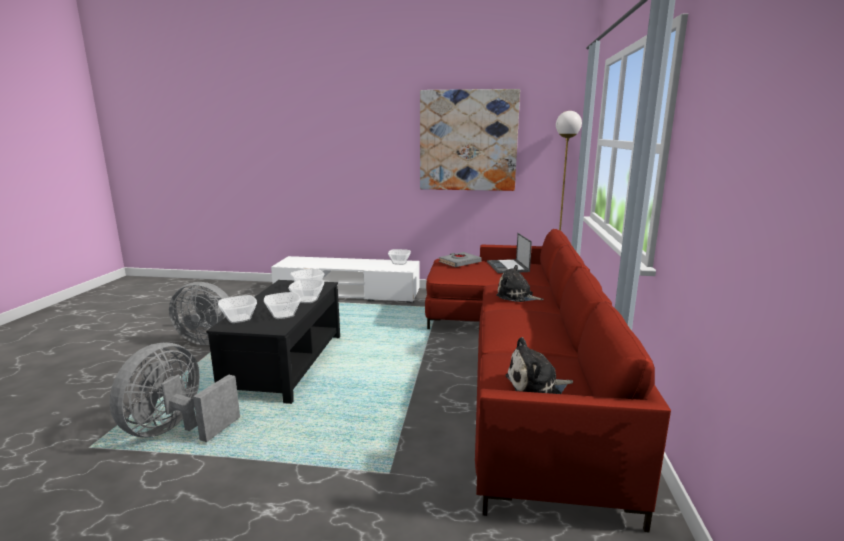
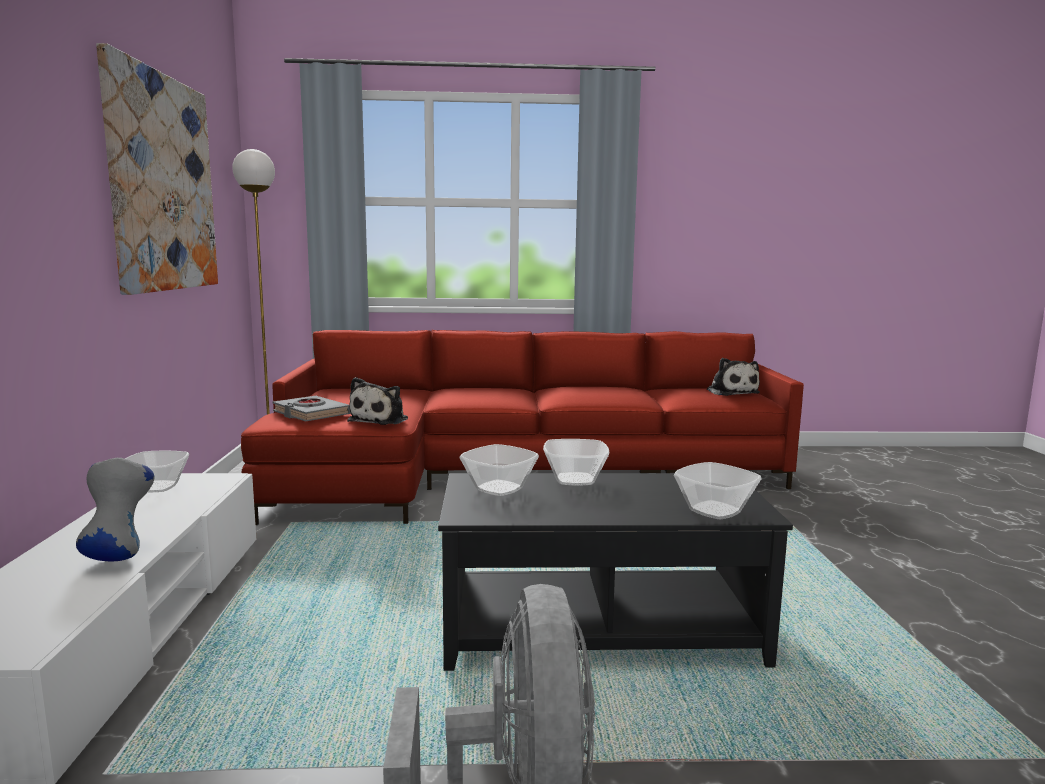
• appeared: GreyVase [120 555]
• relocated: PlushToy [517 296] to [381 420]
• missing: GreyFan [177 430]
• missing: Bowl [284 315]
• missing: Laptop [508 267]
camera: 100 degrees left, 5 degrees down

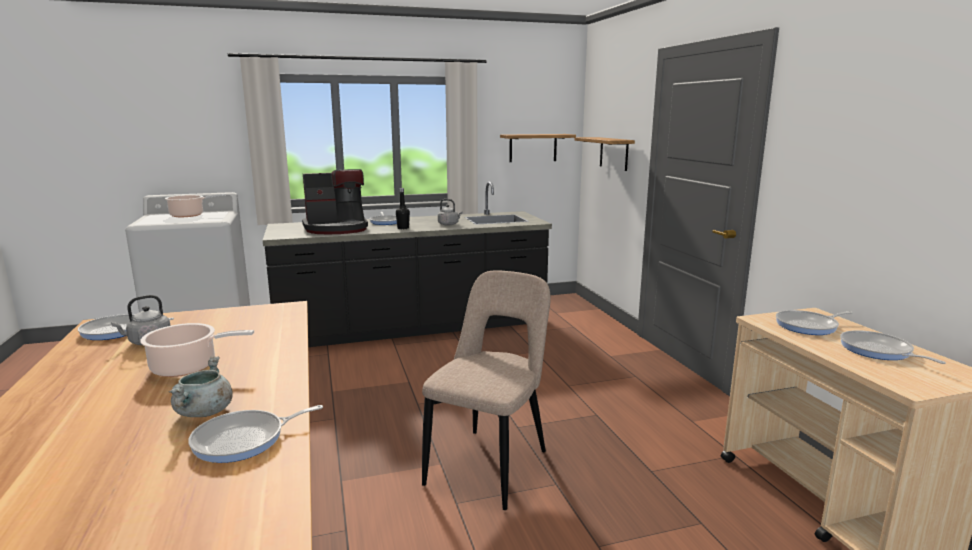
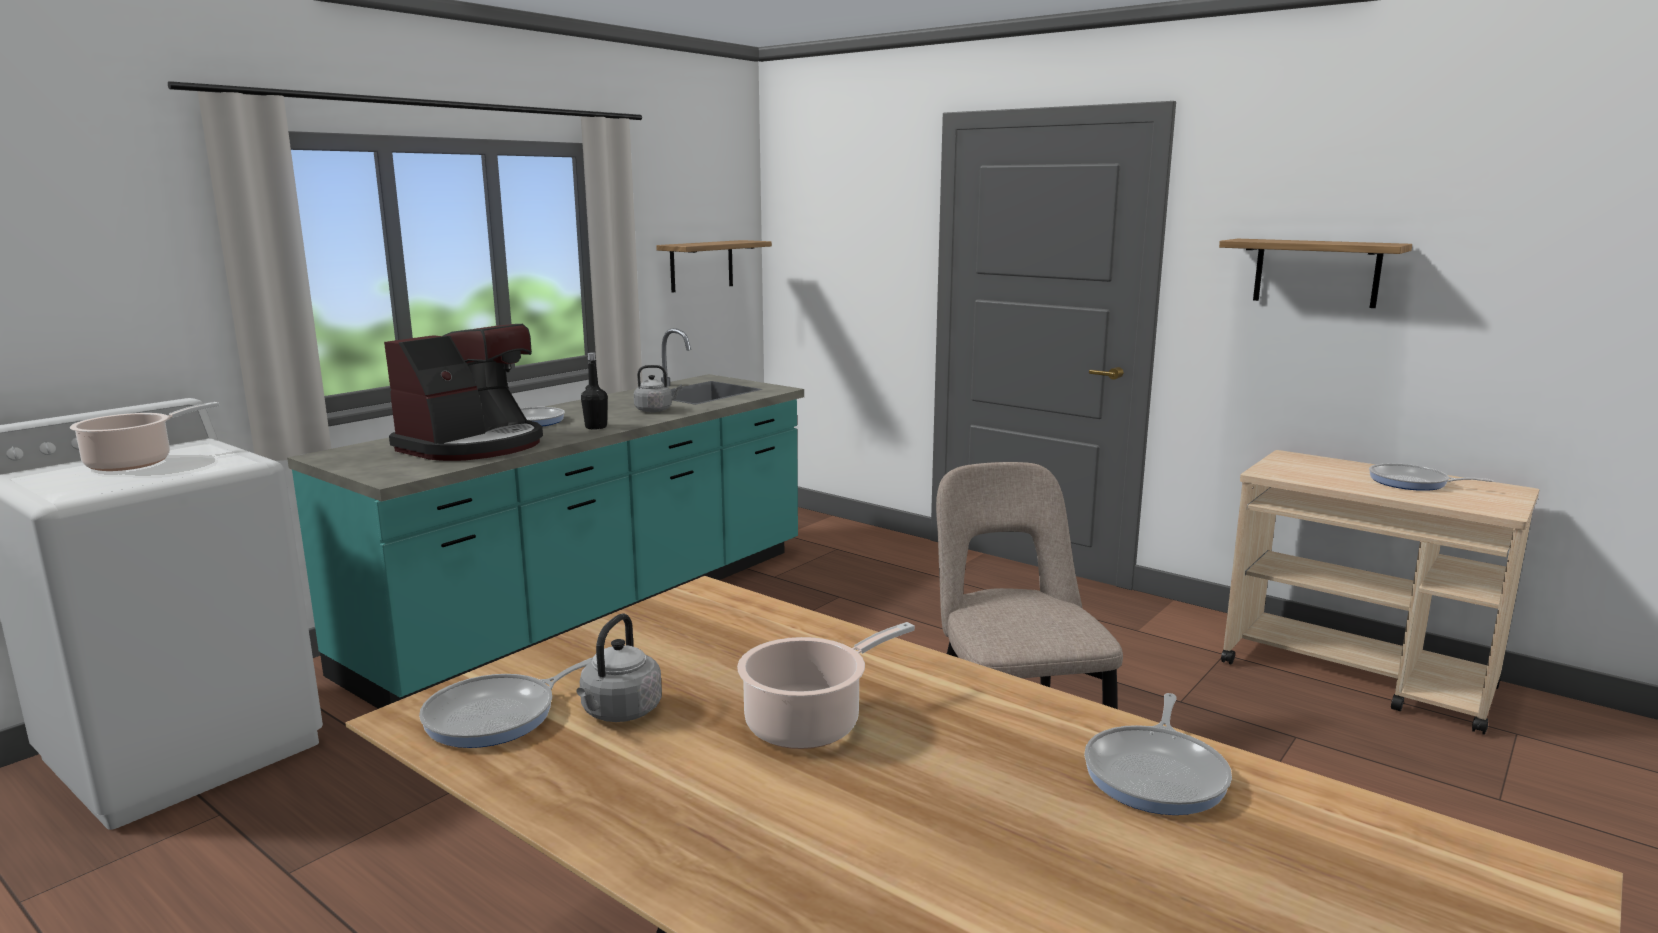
• colour: BlackCounter [413 327] to TurquoiseCounter [595 609]
• relocated: Shelf [614 153] to [1316 272]
• missing: GreyCookingPot [204 412]
• missing: FryingPan [809 326]
camera: 35 degrees left, 0 degrees up

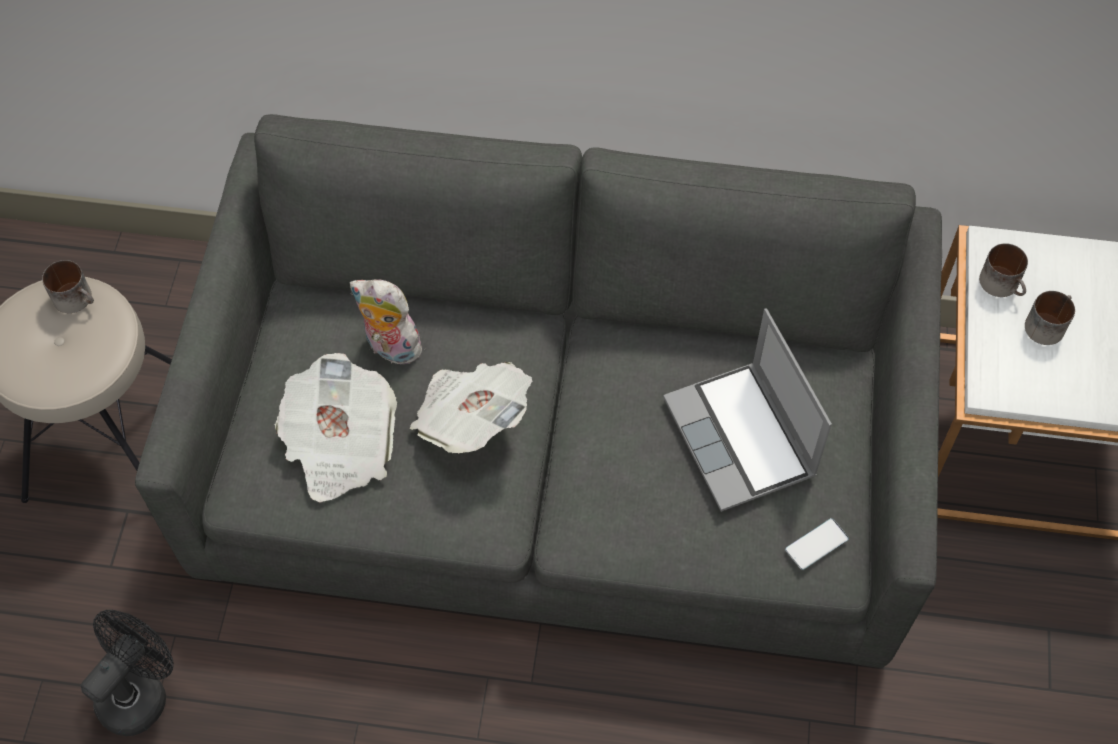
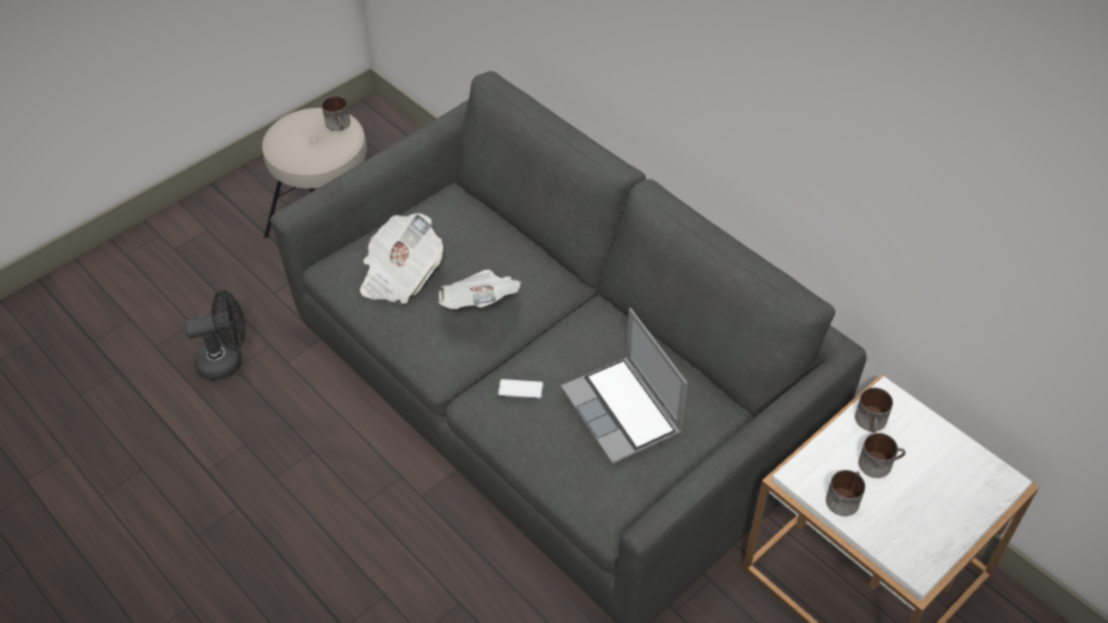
• relocated: Phone [816 544] to [521 389]
• spun: Laptop [742 439] = [623 412] 45 degrees counterclockwise
• appeared: Mug [843 497]
• missing: PlushToy [390 348]
camera: 40 degrees right, 10 degrees down

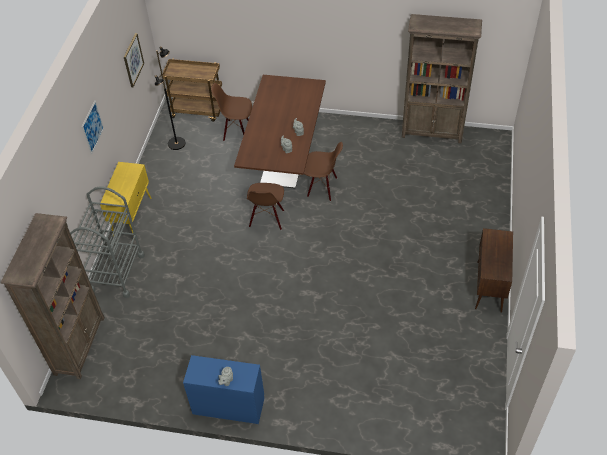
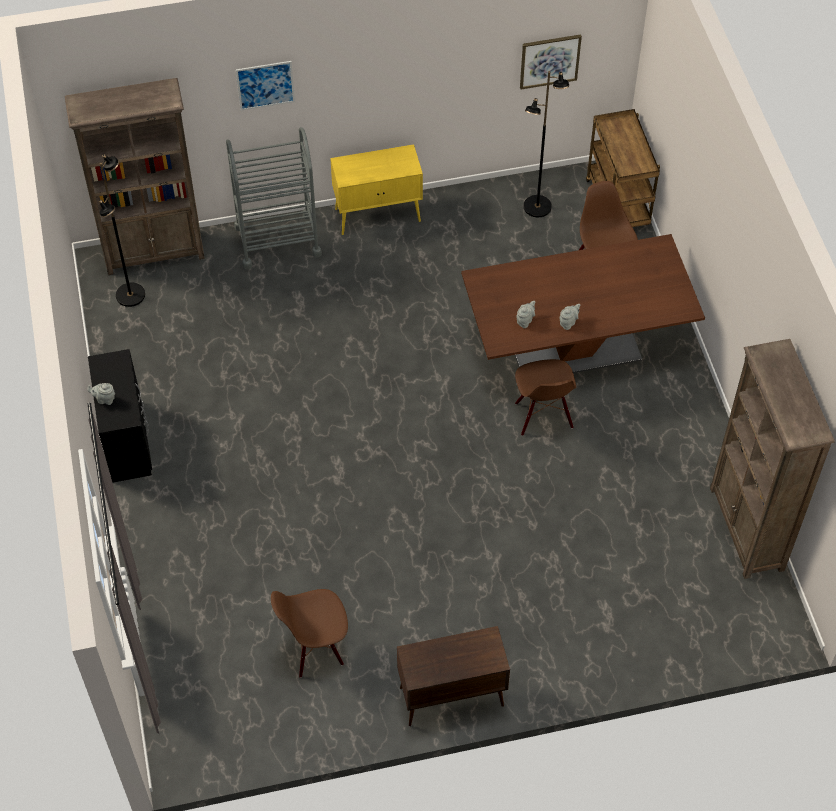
• colour: BlueDresser [228 405] to BlackDresser [128 440]
• appeared: BlackFloorLamp [131 295]
• relocated: Picture [92 127] to [265 85]
• relocated: BrownChair [267 219] to [315 647]
camera: 65 degrees right, 5 degrees up

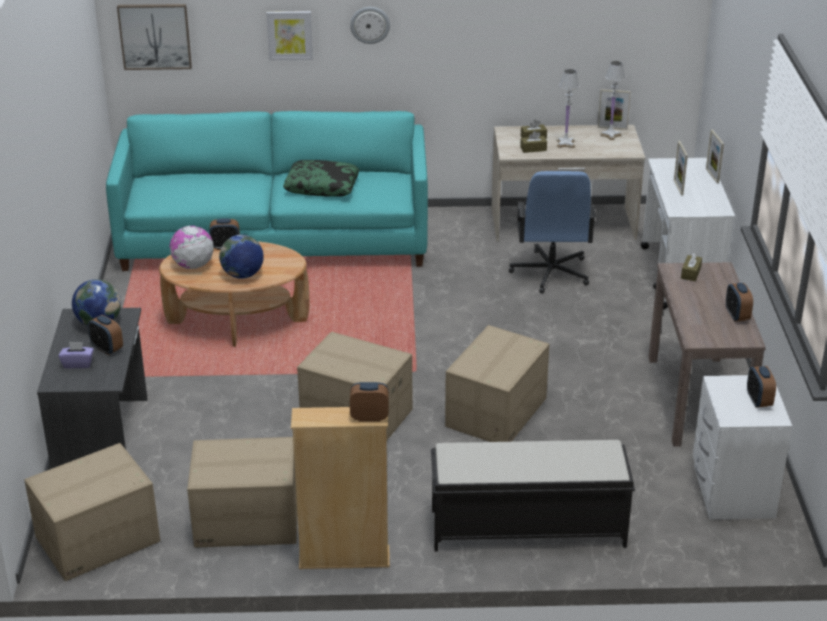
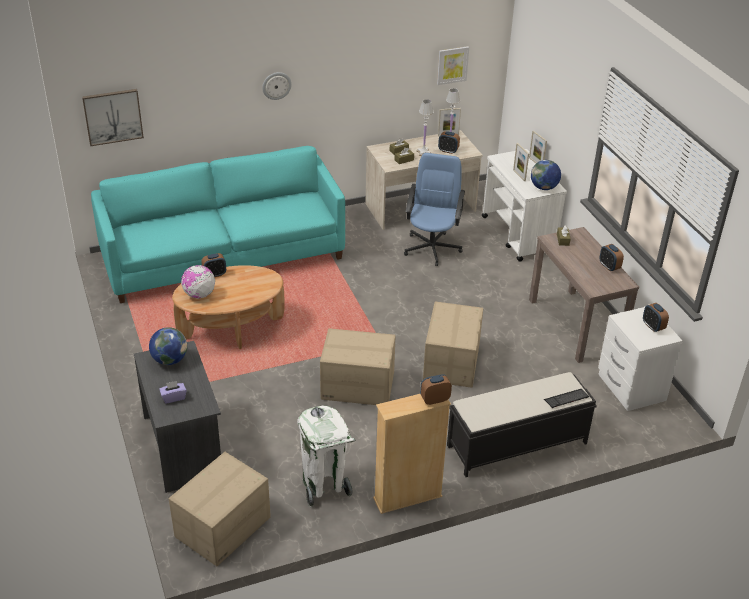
• exchanged: CardboardBox [246 521] to WhiteTrashCan [324 486]
• spun: BlueOfficeChair [550 273] = [432 247] 150 degrees counterclockwise
• relocated: Picture [290 35] to [452 65]
• relocated: AlarmClock [107 348] to [448 151]
• relocated: Globe [242 275] to [544 187]
• appeared: Keyboard [566 399]
• missing: Pillow [322 186]
camera: 20 degrees left, 5 degrees up

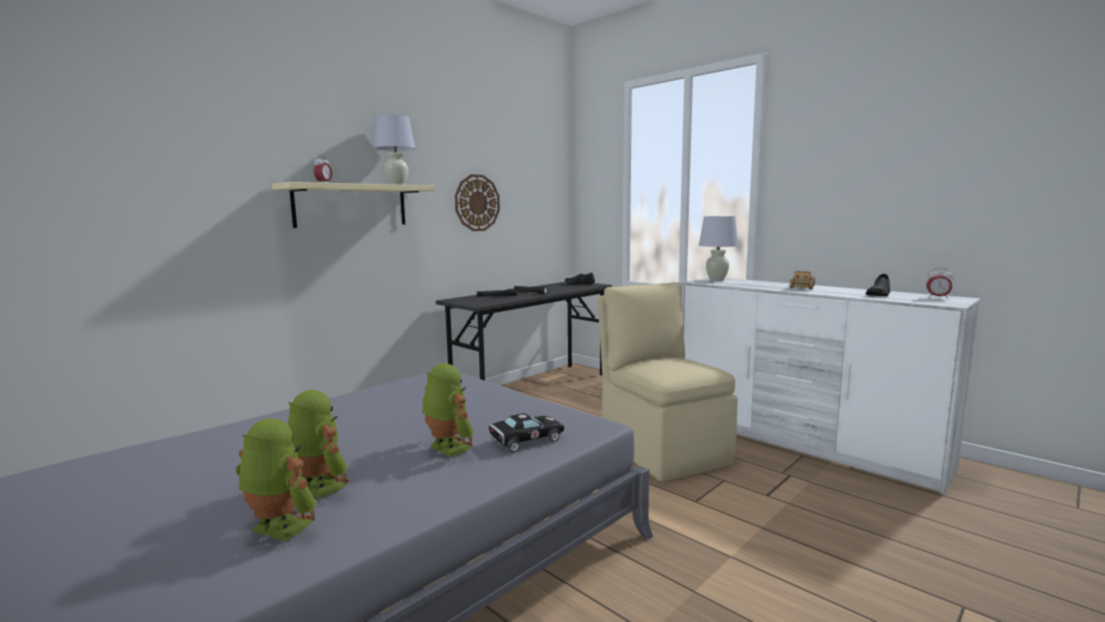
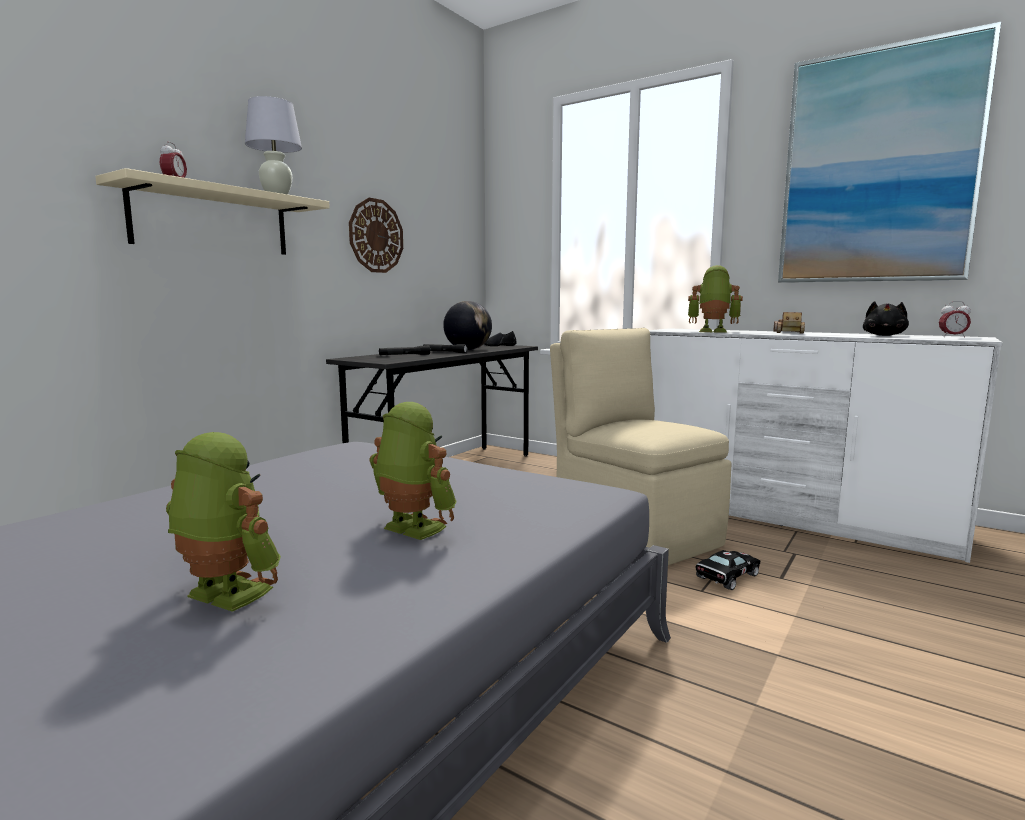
• appeared: Globe [468 349]
• relocated: ToyRobot [277 529] to [712 332]
• relocated: BlackToyCar [524 441] to [726 577]
• appeared: Picture [878 167]
• exchanged: BlackShoe [879 294] to BlackPlushToy [884 335]
• missing: WhiteTableLamp [716 280]
camera: 10 degrees left, 0 degrees up

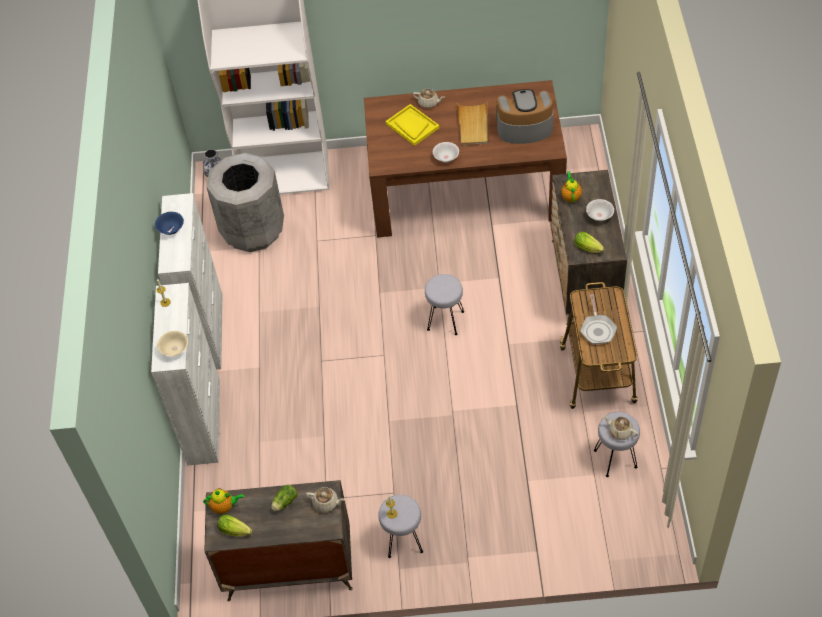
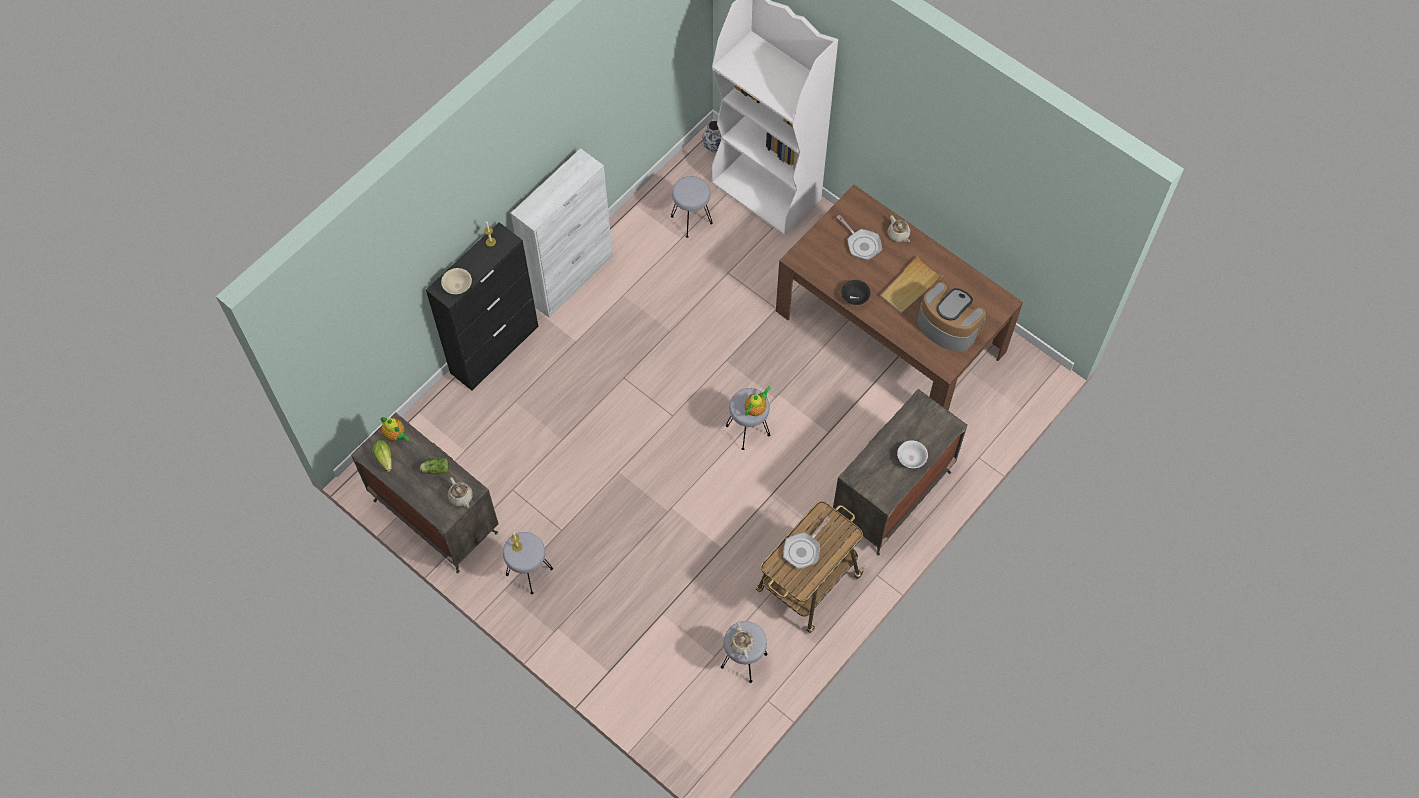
• colour: WhiteCabinet [204 421] to BlackCabinet [495 349]
• exchanged: GreyTrashCan [253 230] to GreyStool [691 220]
• relocated: Teapot [570 196] to [756 408]
• exchanged: YellowTray [412 126] to FryingPan [862 244]
• colour: WhiteBowl [446 158] to BlackBowl [855 297]
• missing: BlueBowl [171 229]
• missing: Lettuce [589 248]
camera: 40 degrees right, 10 degrees up

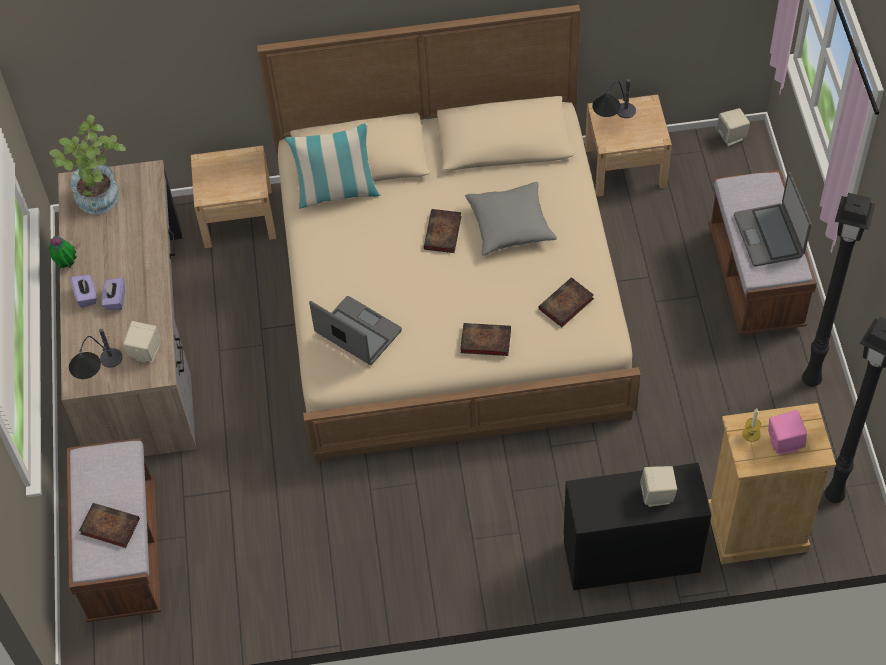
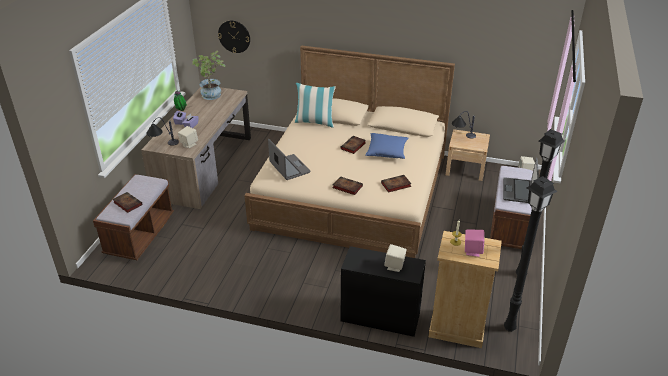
• appeared: WallClock [234 36]
• colour: GreyPillow [510 226] to BluePillow [386 152]
• missing: BeigeNightstand [238 217]
camera: 20 degrees right, 20 degrees down

